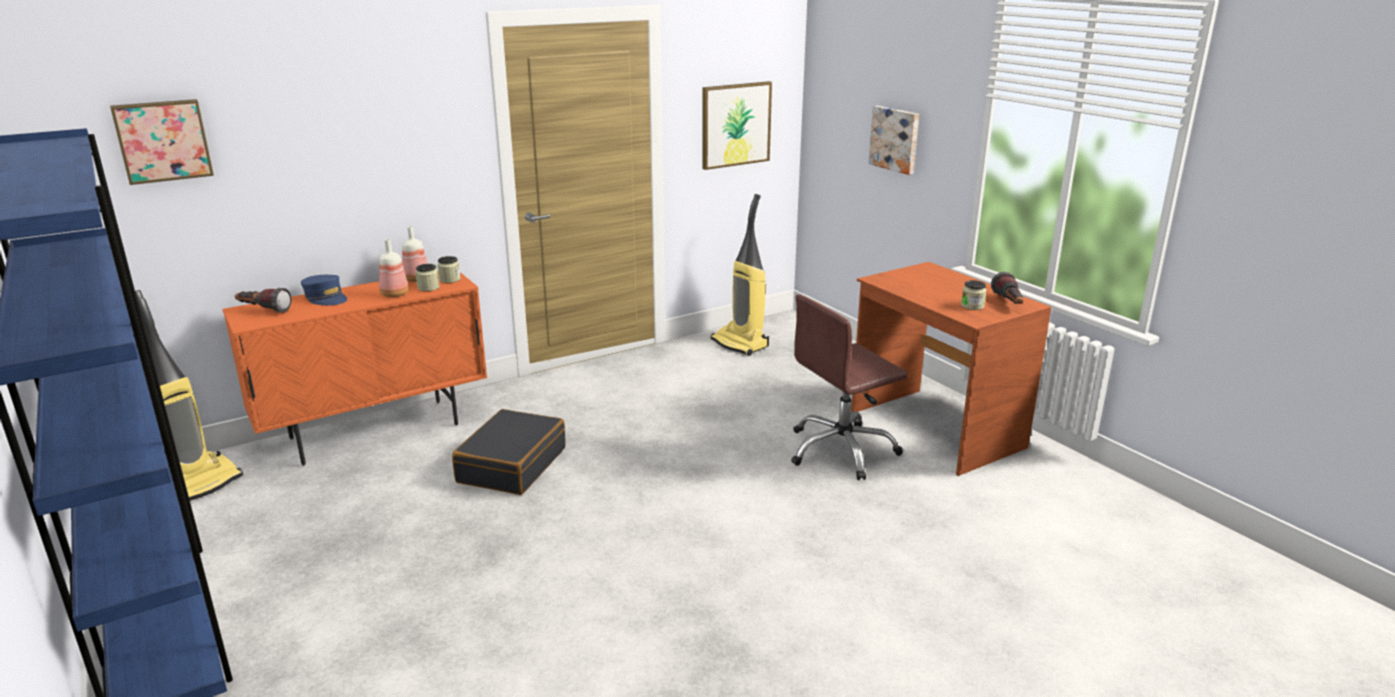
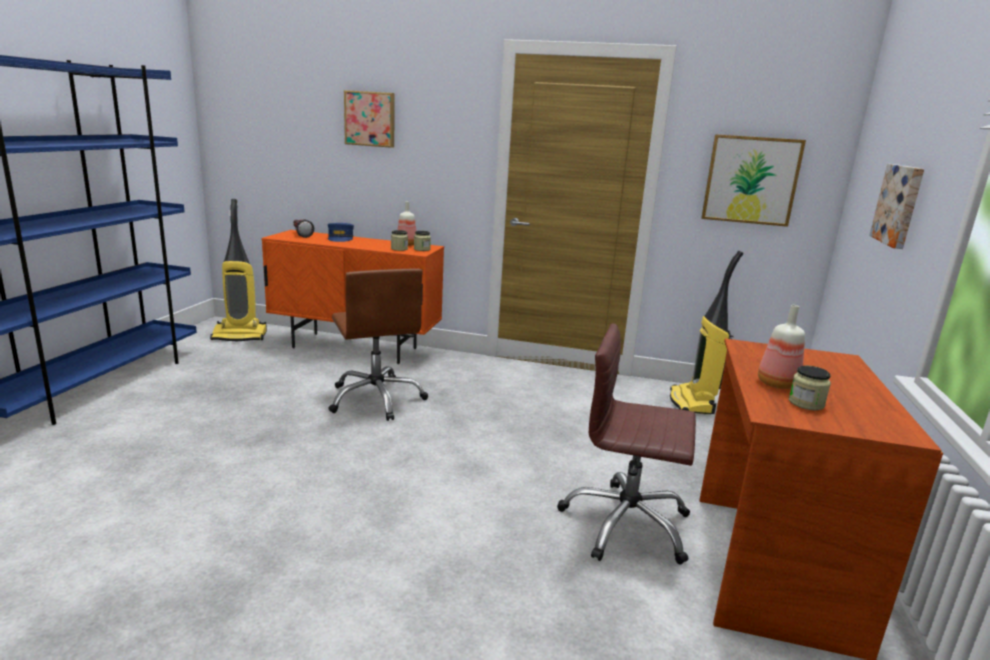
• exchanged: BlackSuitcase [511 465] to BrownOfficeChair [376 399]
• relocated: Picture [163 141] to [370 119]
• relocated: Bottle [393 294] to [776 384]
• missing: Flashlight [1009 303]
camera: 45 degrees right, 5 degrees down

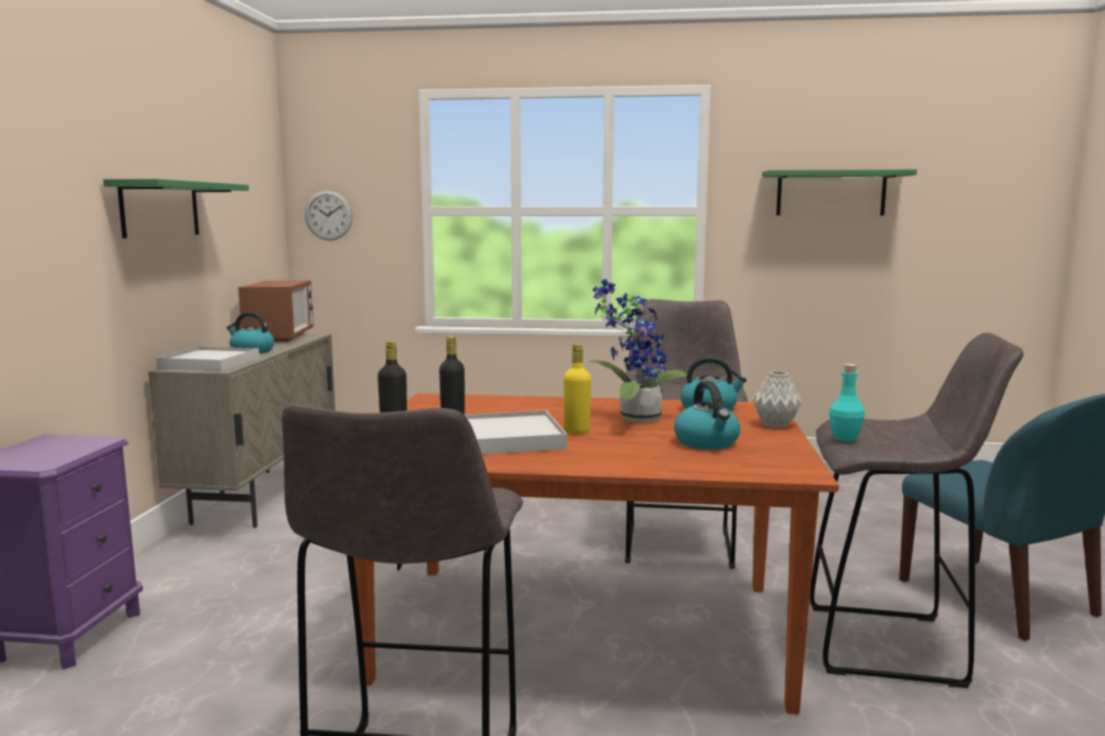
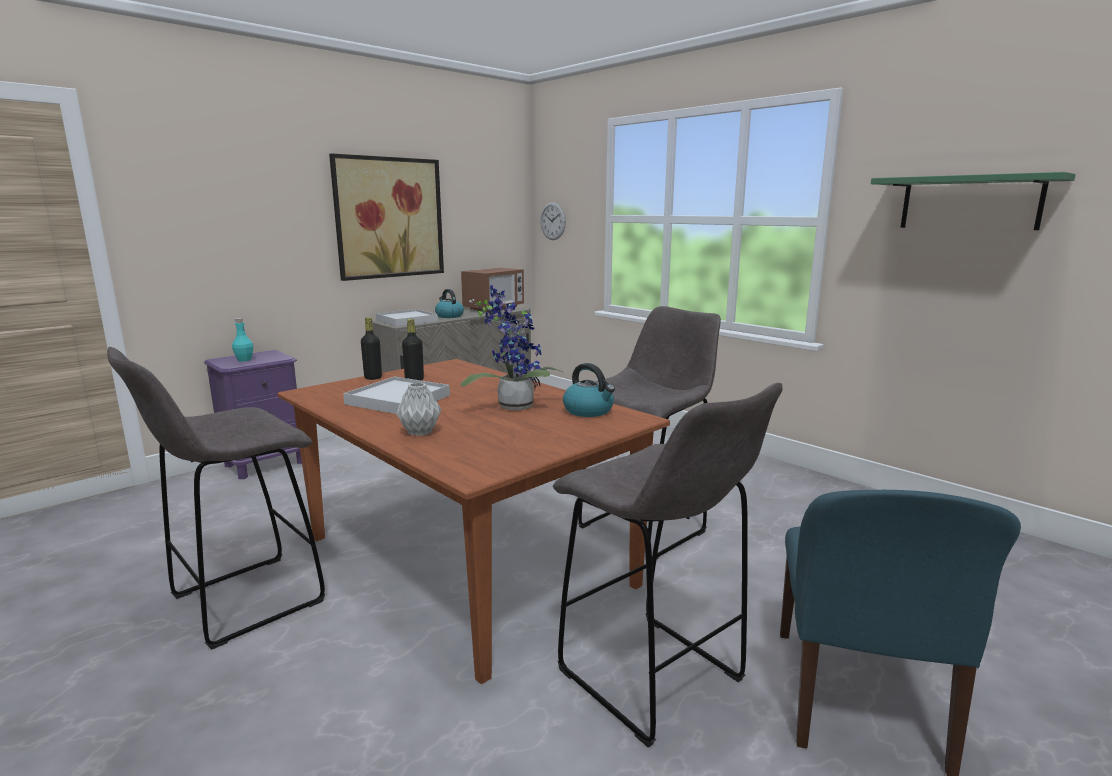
• relocated: TurquoiseBottle [845 438] to [244 360]
• exchanged: GreenShelf [160 209] to Picture [389 218]
• relocated: GreyVase [777 425] to [420 432]
• missing: YellowBottle [577 431]
• missing: Kettle [707 442]
camera: 40 degrees right, 5 degrees up

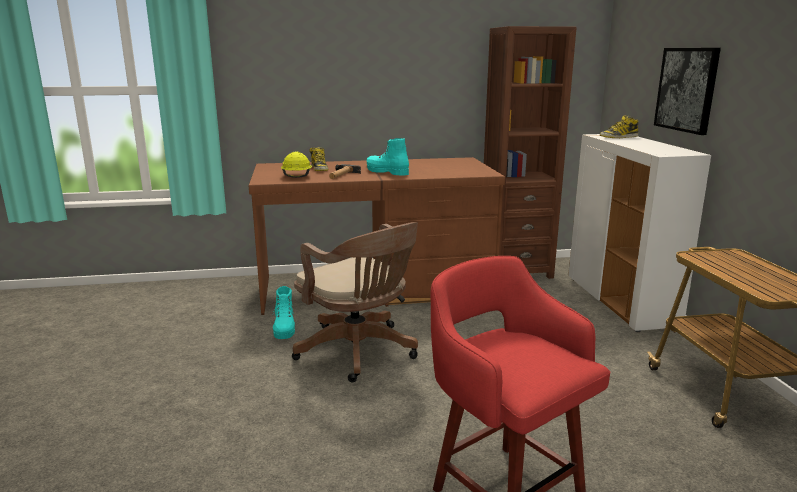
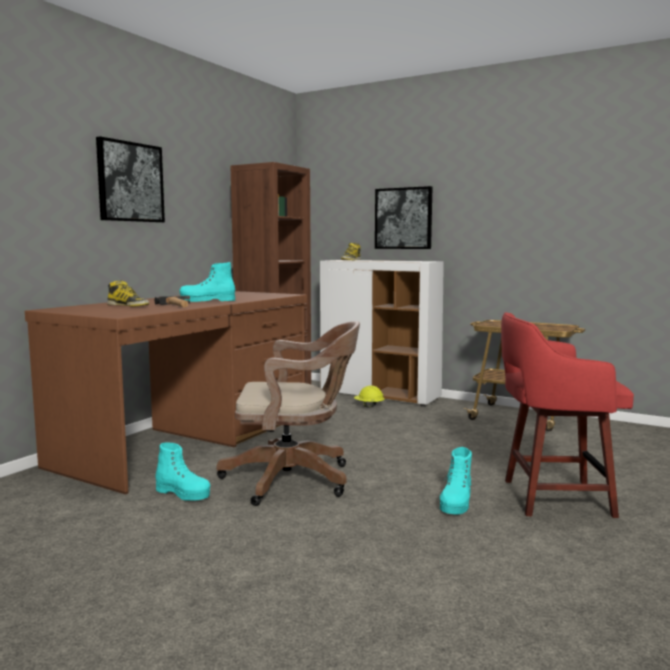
• appeared: Picture [130 182]
• relocated: YellowHardHat [296 176] to [369 406]
• appeared: TurquoiseBoot [456 503]
camera: 50 degrees left, 10 degrees down

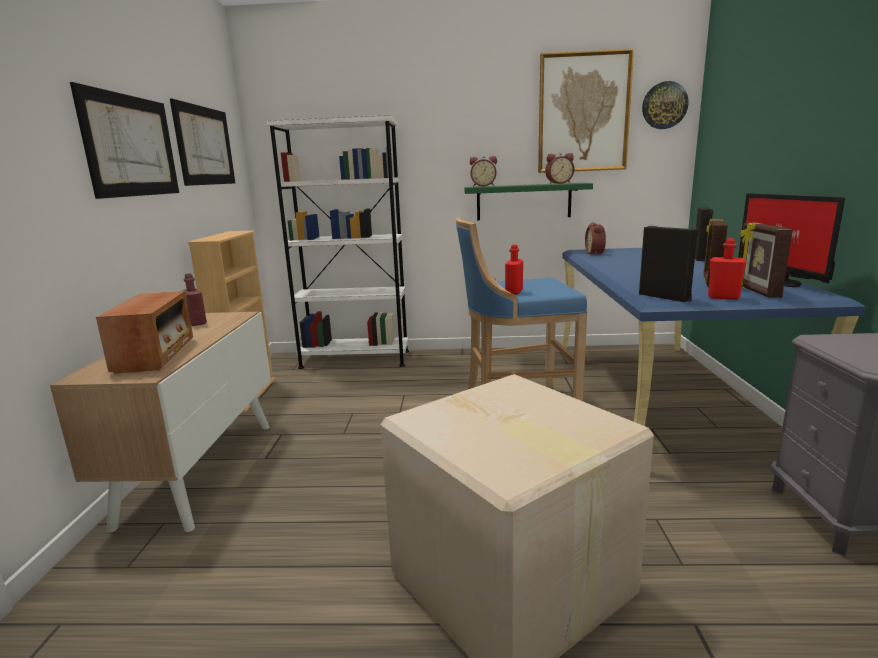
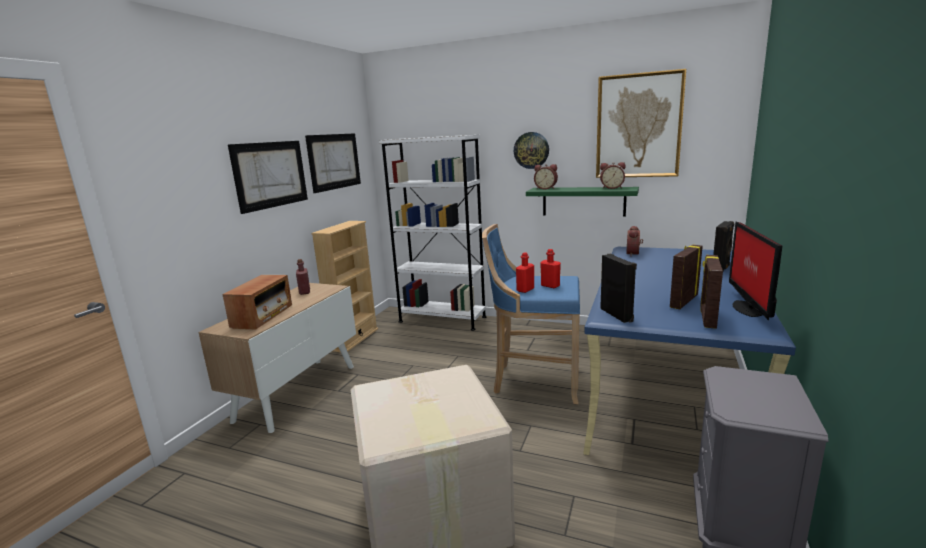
• relocated: WallClock [664 105] to [531 150]
• relocated: RedBottle [723 297] to [550 286]
camera: 20 degrees right, 0 degrees up

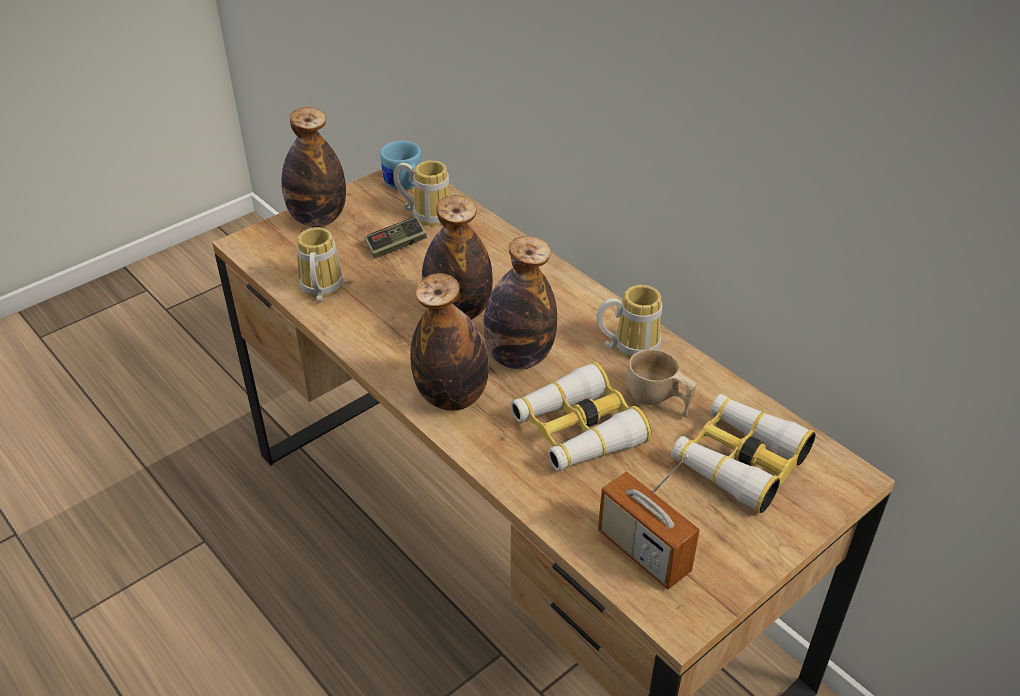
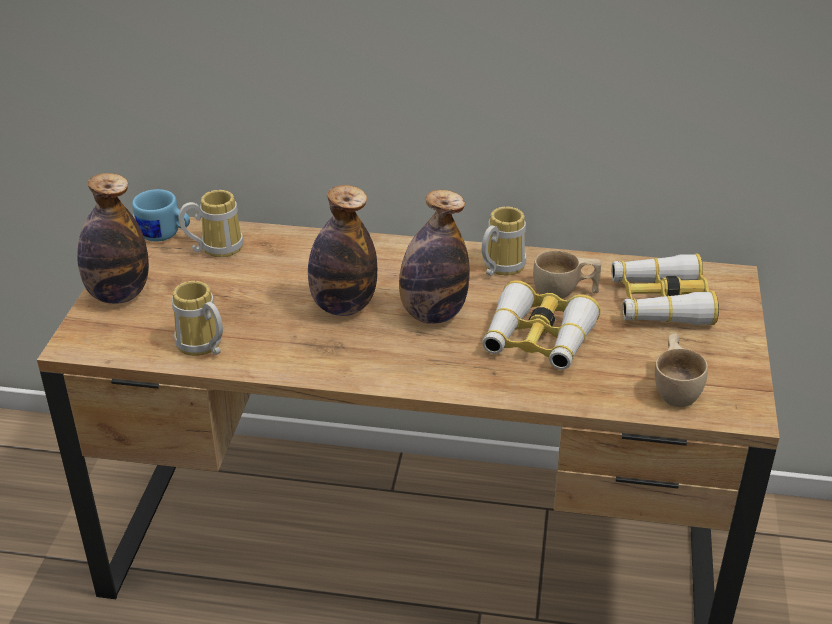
• exchanged: Radio [643 552] to BeigeCup [676 388]
• missing: GameController [396 246]
• missing: Bottle [452 397]
camera: 40 degrees left, 5 degrees down

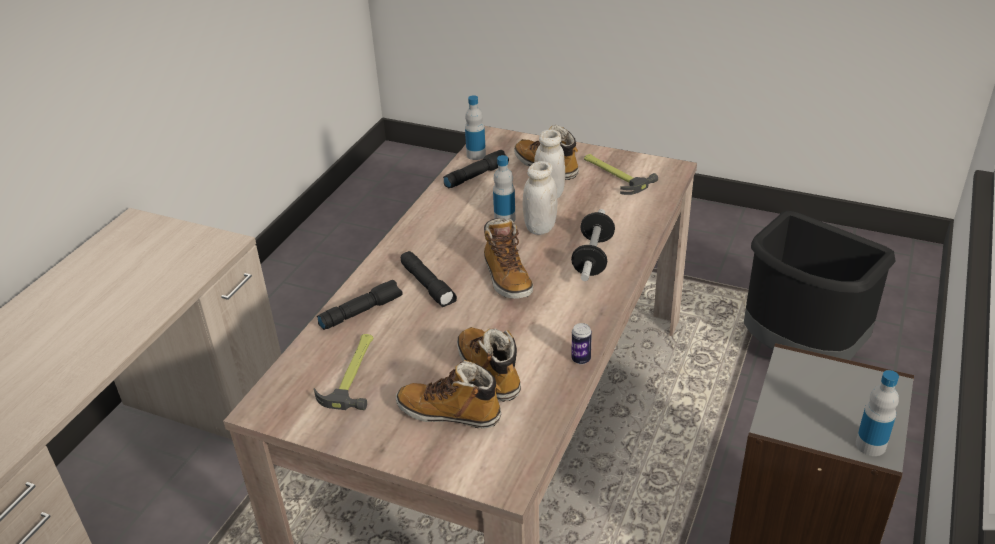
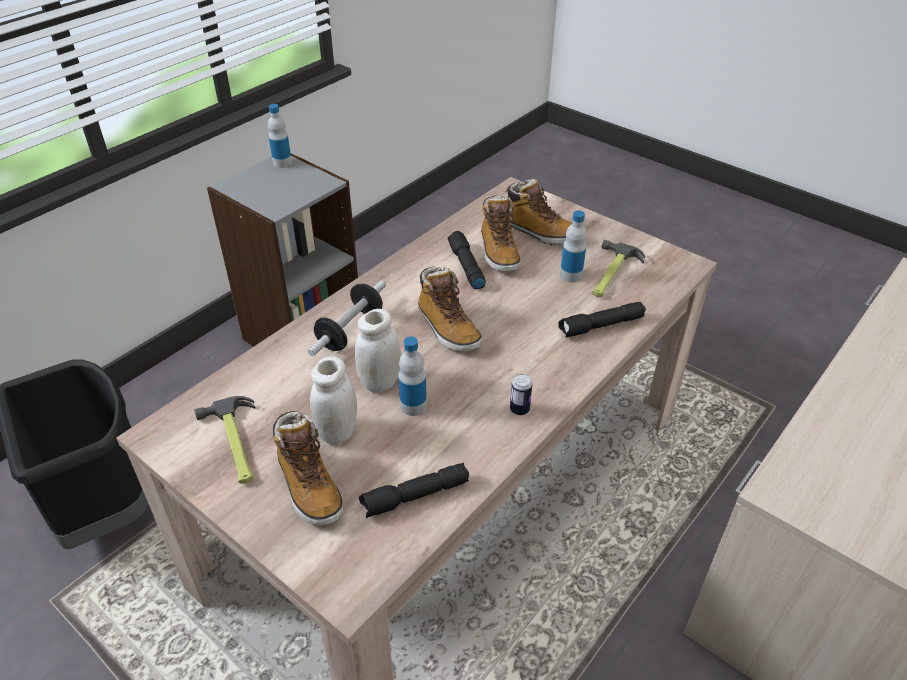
• spun: Boot [507 278] = [447 328] 150 degrees clockwise
• relocated: BlackFlashlight [428 286] to [465 266]
• relocated: Can [581 359] to [519 409]
• relocated: Bottle [476 155] to [570 275]
camera: 165 degrees left, 5 degrees up

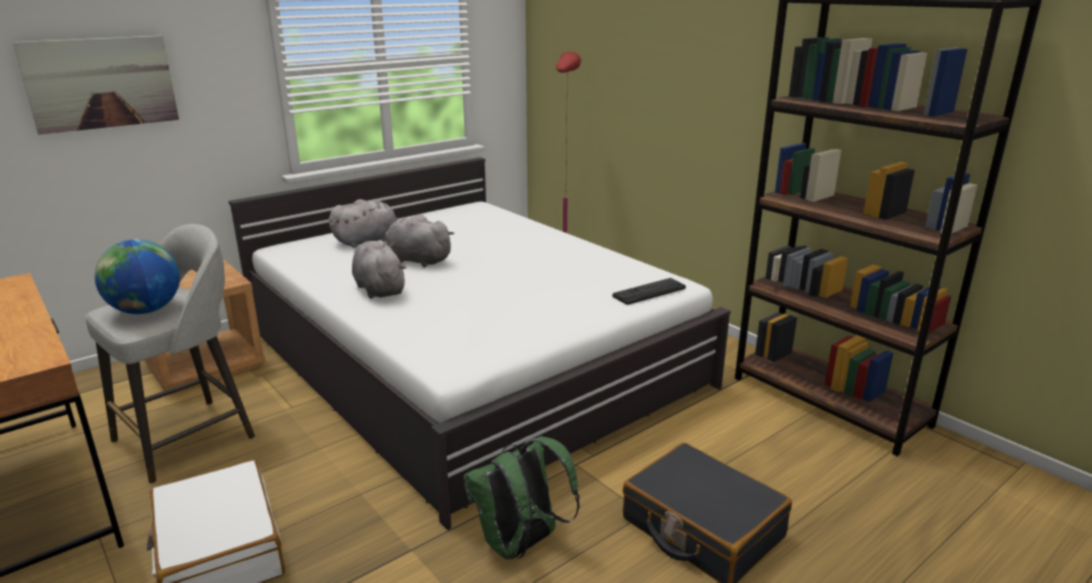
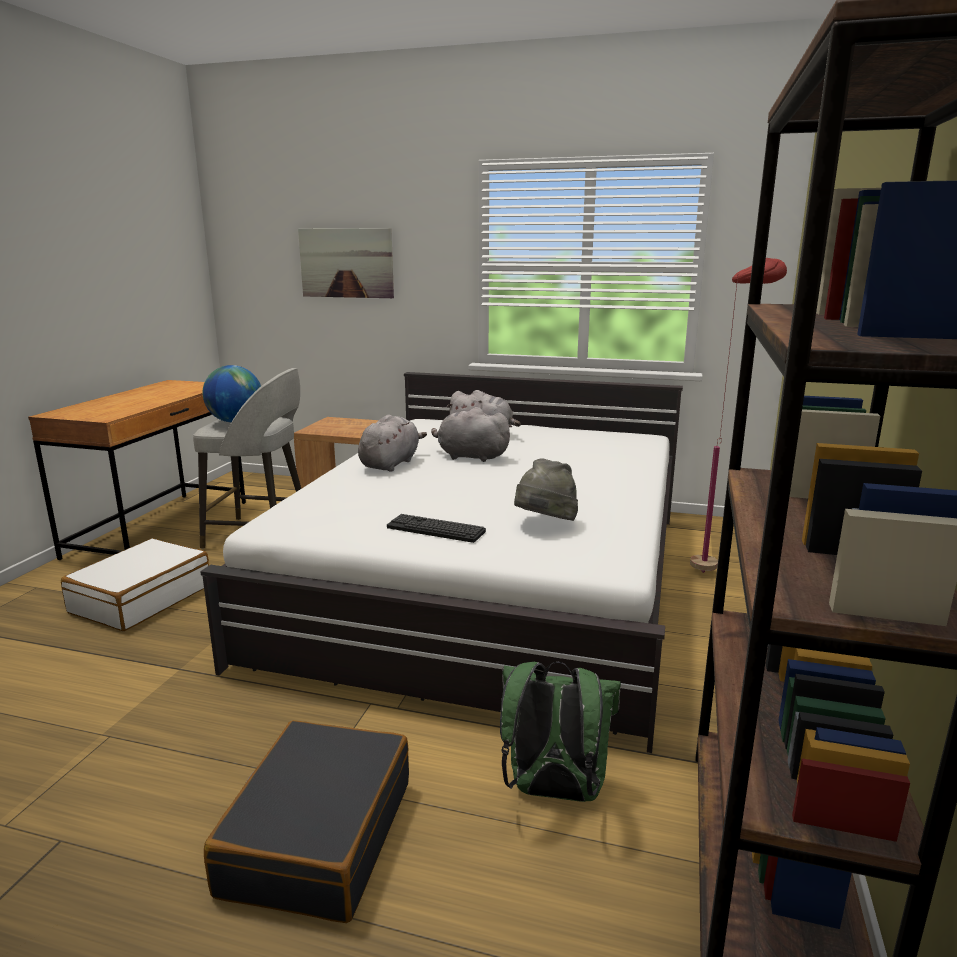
• relocated: Keyboard [649 292] to [435 529]
• spun: GreyPlushToy [417 260] = [470 456] 60 degrees counterclockwise
• relocated: GreenBackpack [521 545] to [553 791]
• appeared: GreyHat [544 524]
camera: 55 degrees right, 5 degrees down

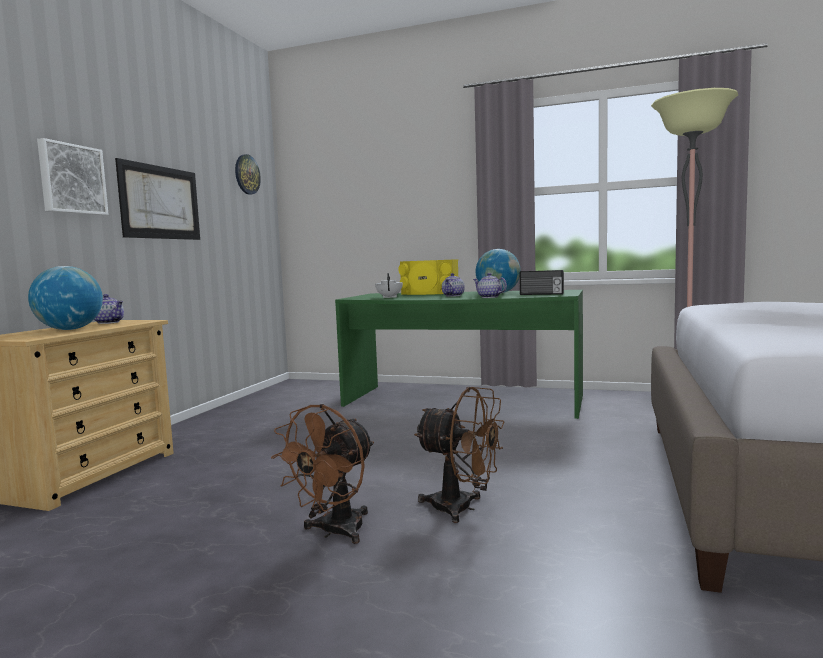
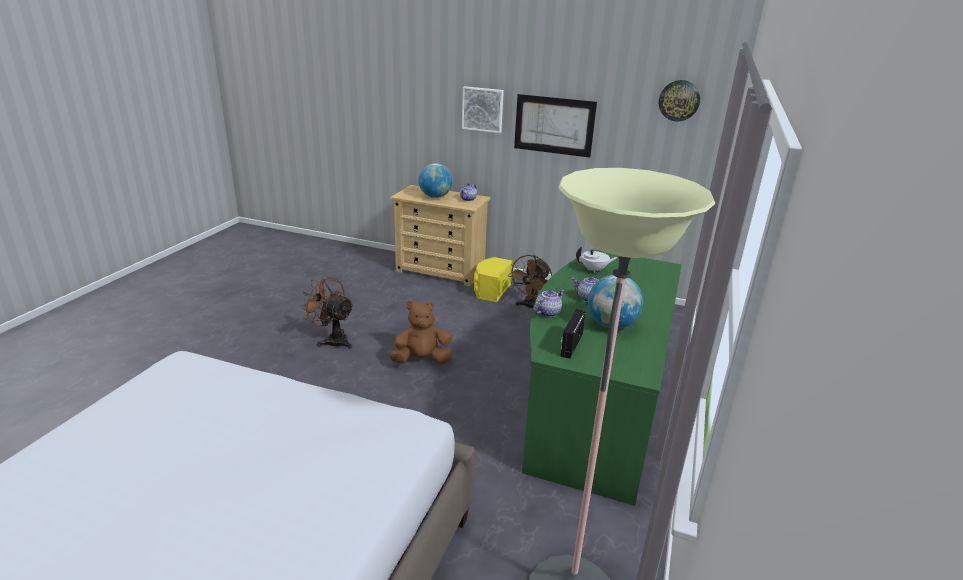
• appeared: BrownPlushToy [421 360]
• relocated: YellowSpeaker [428 293] to [491 290]
• relocated: BrownFan [462 508] to [530 307]
camera: 90 degrees right, 20 degrees up

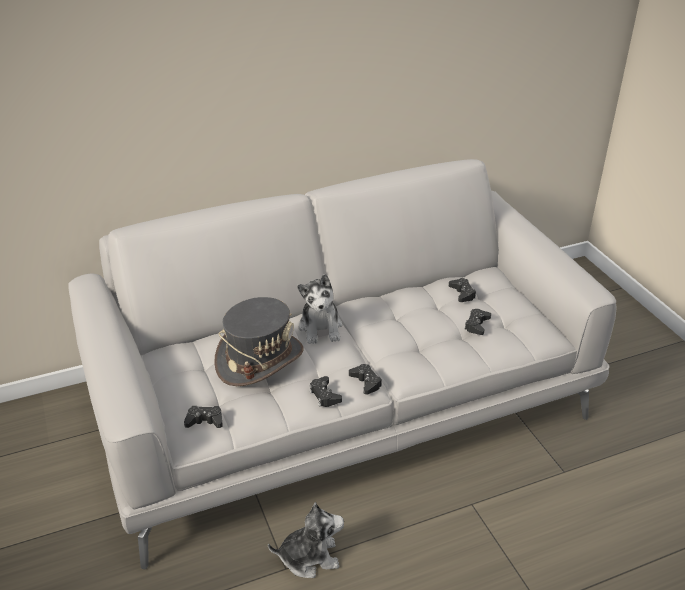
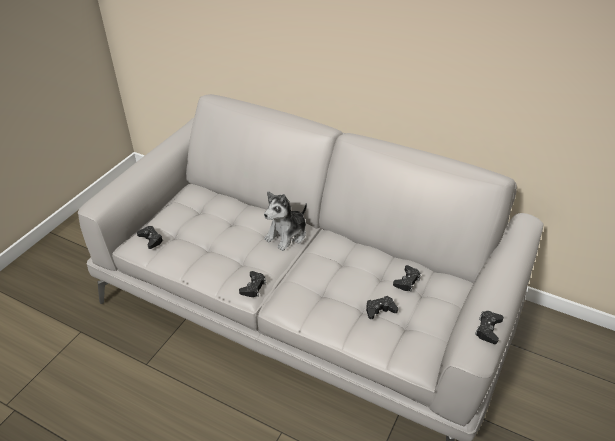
• relocated: BlackGameController [324 395] to [488 329]
• missing: GreyHat [259 359]
• missing: PlushToy [309 557]
camera: 50 degrees right, 5 degrees up

